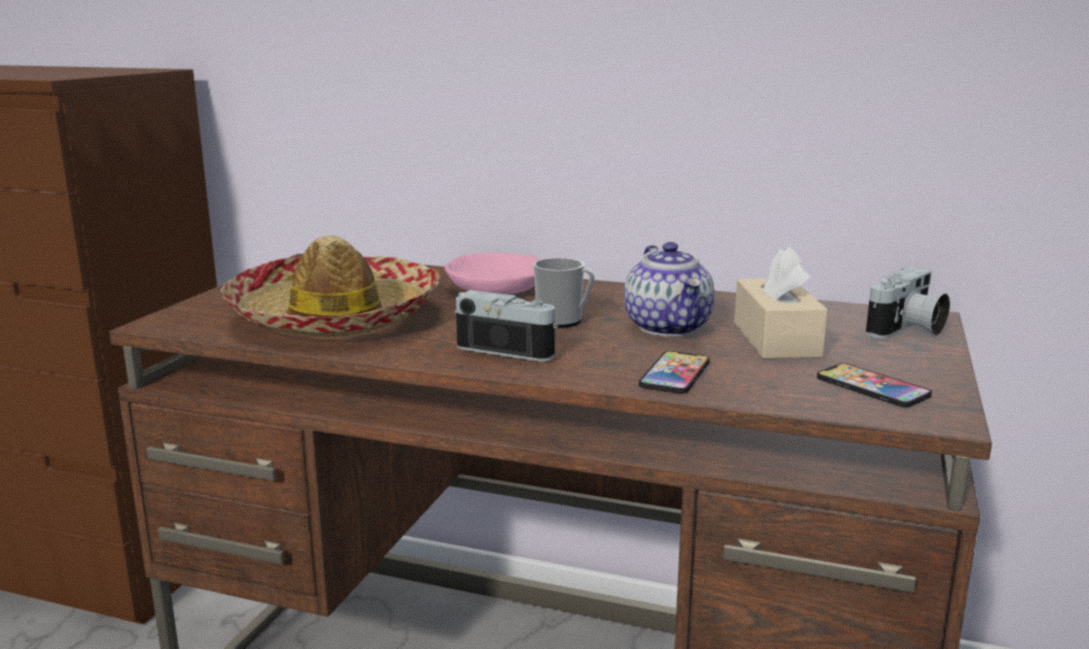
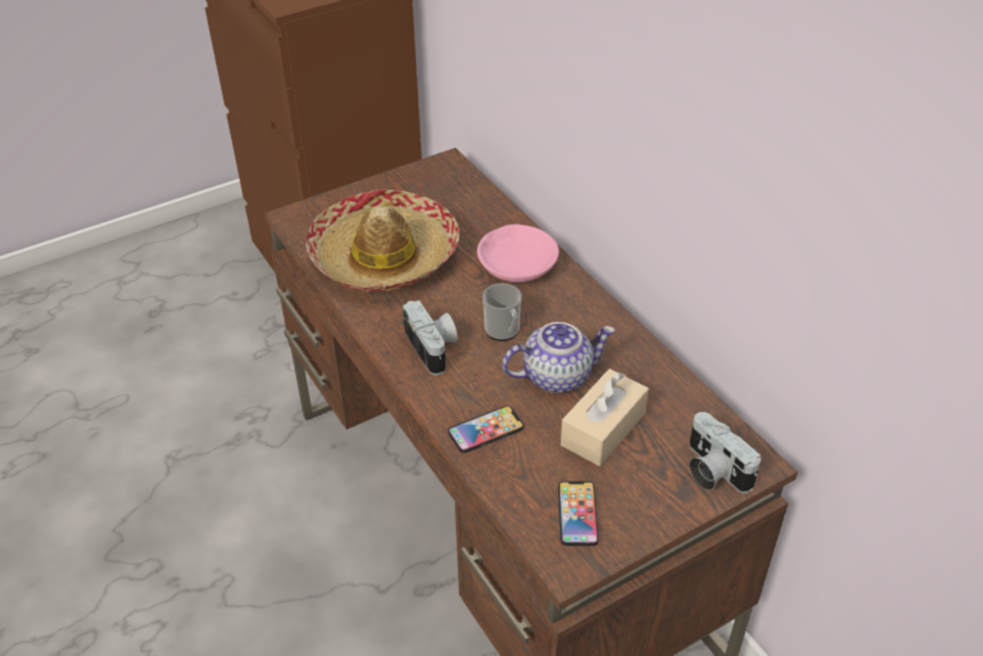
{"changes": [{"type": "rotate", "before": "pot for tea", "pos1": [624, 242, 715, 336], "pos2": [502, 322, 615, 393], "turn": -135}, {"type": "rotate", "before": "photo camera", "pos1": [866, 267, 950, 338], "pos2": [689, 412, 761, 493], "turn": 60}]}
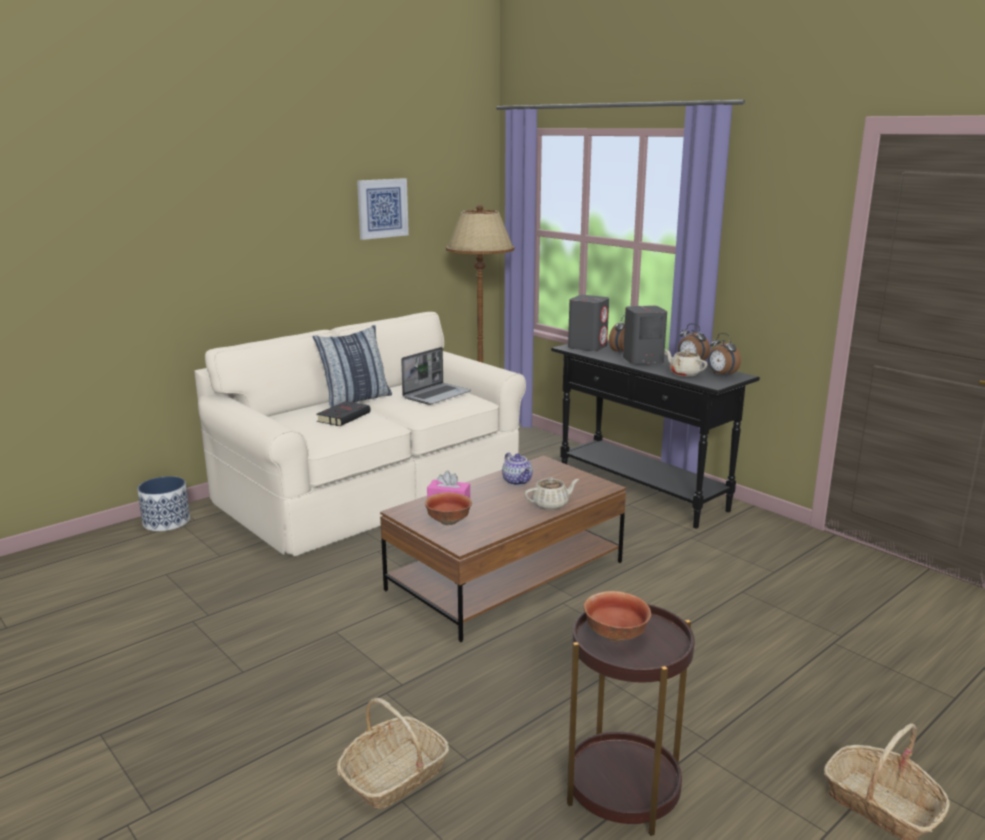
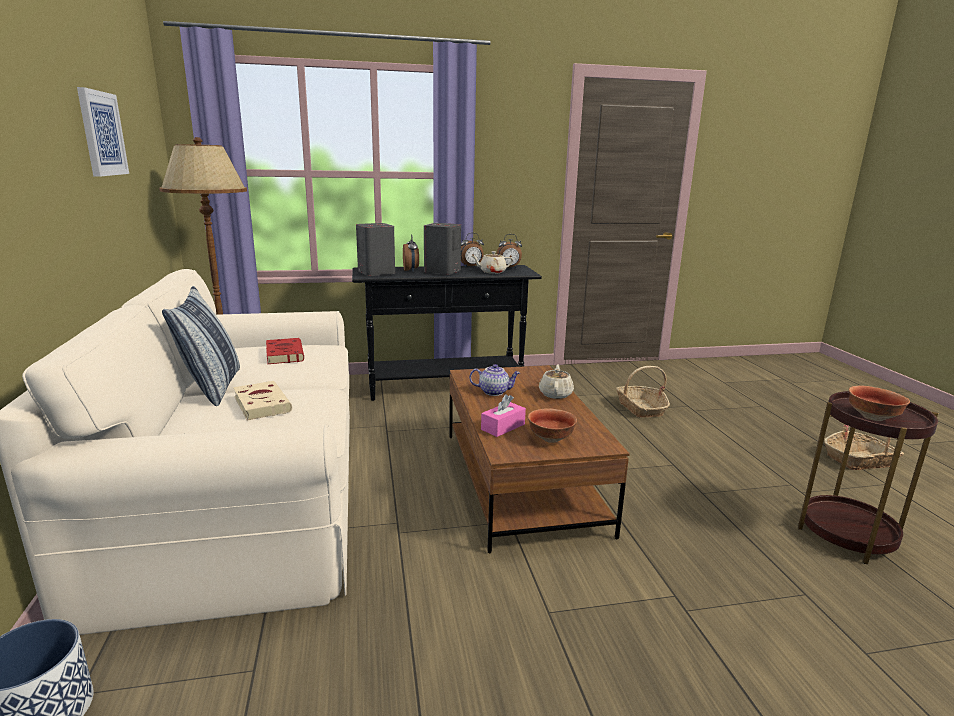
{"changes": [{"type": "recolor", "before": "bound book (blackish)", "after": "bound book (beige)", "pos1": [316, 401, 371, 426], "pos2": [233, 381, 292, 421]}, {"type": "move", "before": "basket", "pos1": [337, 698, 449, 809], "pos2": [616, 366, 670, 418]}, {"type": "replace", "before": "notebook computer", "after": "bound book (red)", "pos1": [401, 347, 471, 405], "pos2": [266, 338, 304, 364]}]}
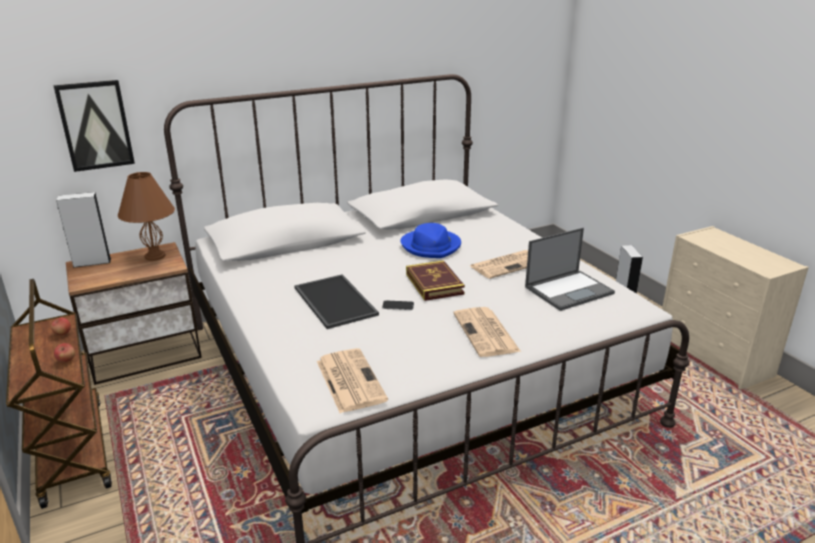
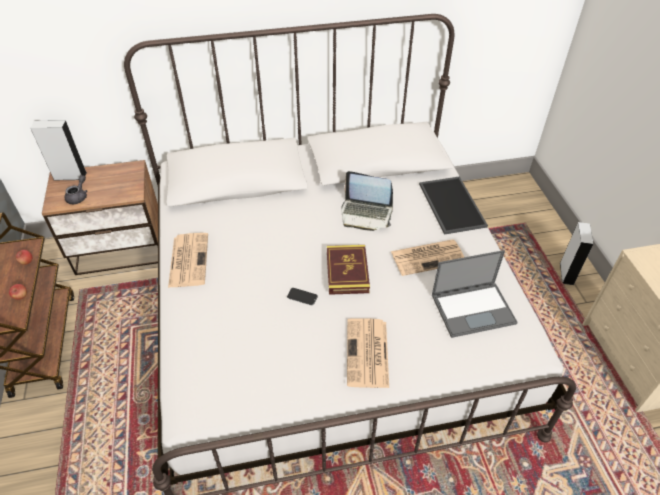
{"changes": [{"type": "delete", "before": "wall art", "pos1": [53, 80, 135, 172]}, {"type": "delete", "before": "table lamp (brownish)", "pos1": [118, 172, 175, 261]}, {"type": "move", "before": "tray", "pos1": [294, 274, 379, 329], "pos2": [419, 176, 488, 235]}, {"type": "move", "before": "newspaper", "pos1": [317, 348, 388, 413], "pos2": [168, 233, 208, 288]}, {"type": "replace", "before": "hat (bluish)", "after": "notebook computer", "pos1": [401, 223, 461, 258], "pos2": [341, 171, 393, 231]}, {"type": "insert", "after": "pot for tea (gray)", "pos2": [65, 175, 87, 204]}]}
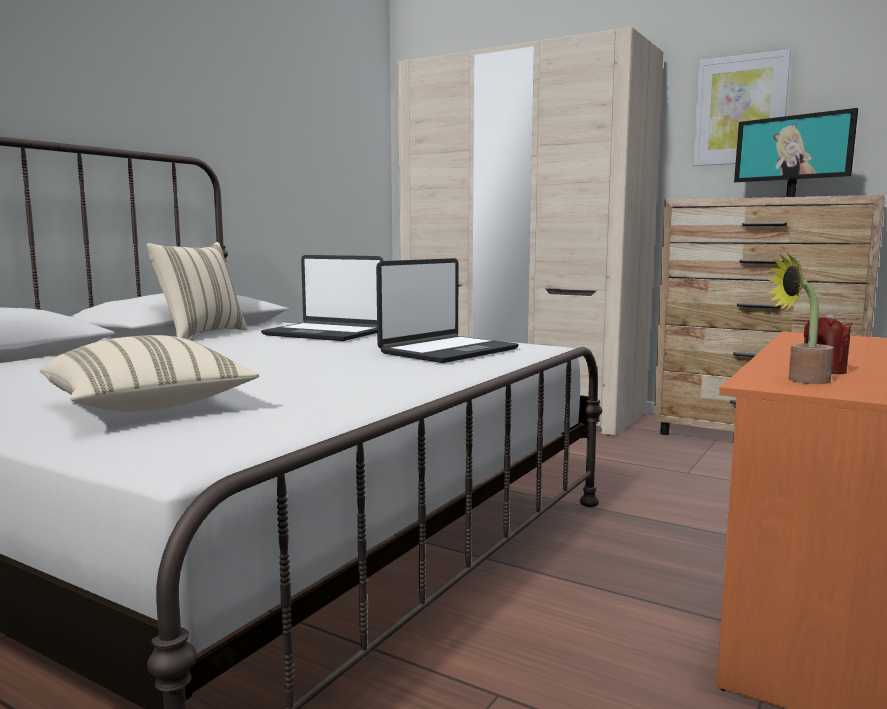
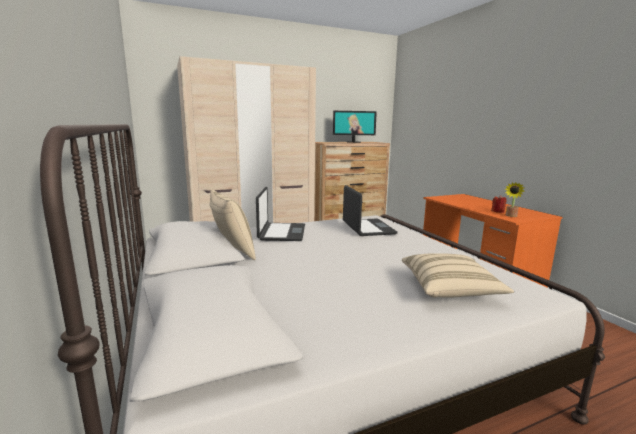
{"changes": [{"type": "rotate", "before": "notebook computer", "pos1": [261, 255, 383, 341], "pos2": [256, 187, 305, 241], "turn": -60}, {"type": "delete", "before": "wall art", "pos1": [693, 50, 791, 166]}]}
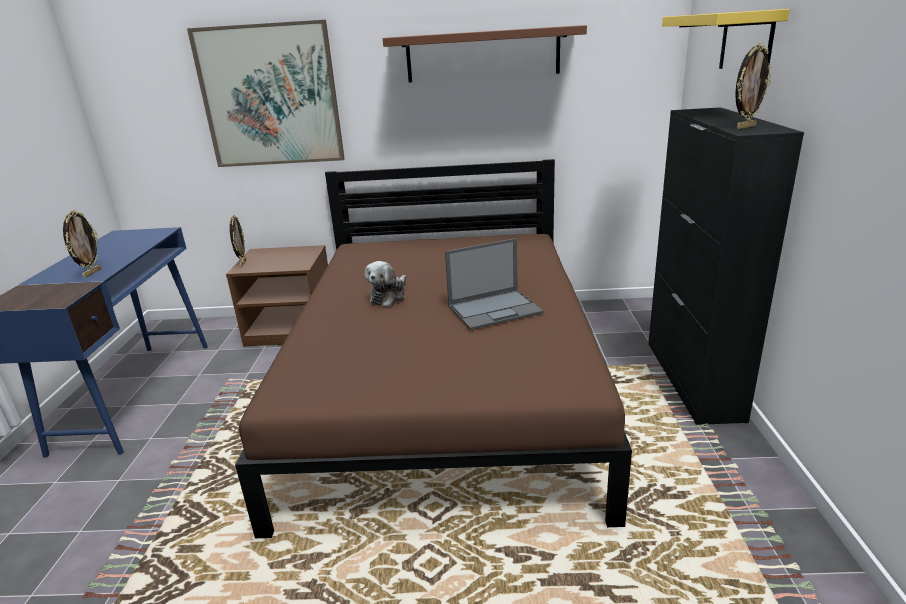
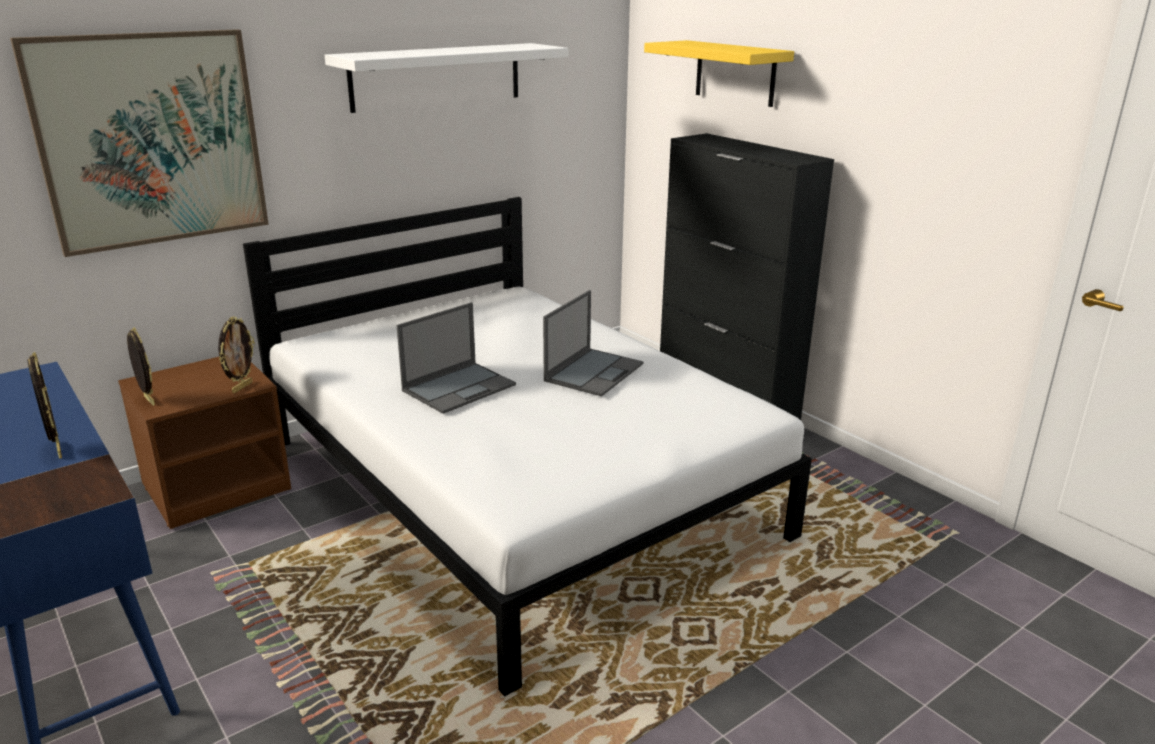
{"changes": [{"type": "recolor", "before": "bedroom bed (brownish)", "after": "bedroom bed (whitish)", "pos1": [235, 159, 632, 538], "pos2": [243, 197, 812, 696]}, {"type": "replace", "before": "plush toy", "after": "notebook computer", "pos1": [365, 261, 406, 307], "pos2": [396, 302, 516, 414]}, {"type": "recolor", "before": "bracket shelf (brownish)", "after": "bracket shelf (whitish)", "pos1": [383, 25, 587, 82], "pos2": [324, 43, 568, 113]}, {"type": "move", "before": "picture frame", "pos1": [735, 42, 771, 129], "pos2": [218, 316, 255, 393]}]}
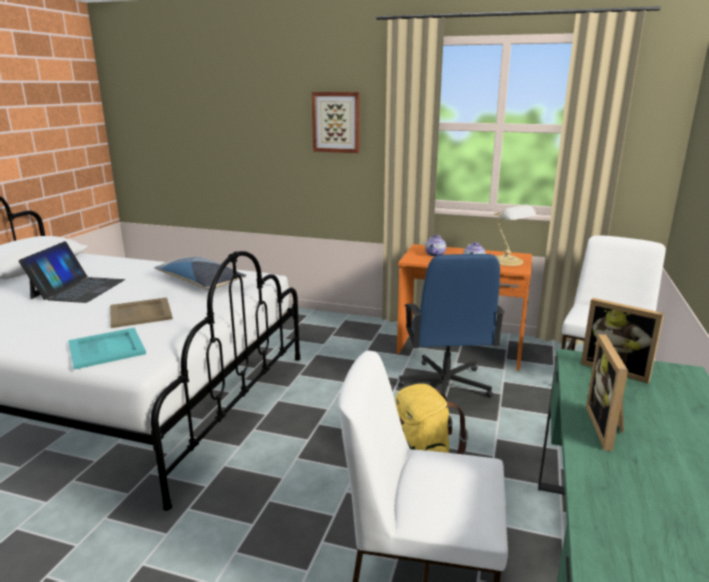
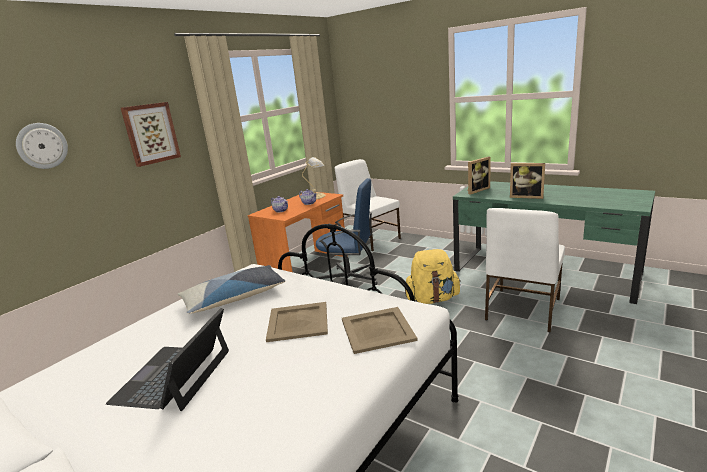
{"changes": [{"type": "rotate", "before": "notebook computer", "pos1": [19, 241, 125, 303], "pos2": [106, 308, 229, 411], "turn": -105}, {"type": "recolor", "before": "tray (blue-green)", "after": "tray (beige)", "pos1": [68, 328, 146, 370], "pos2": [342, 307, 418, 354]}, {"type": "insert", "after": "wall clock", "pos2": [16, 123, 68, 169]}]}
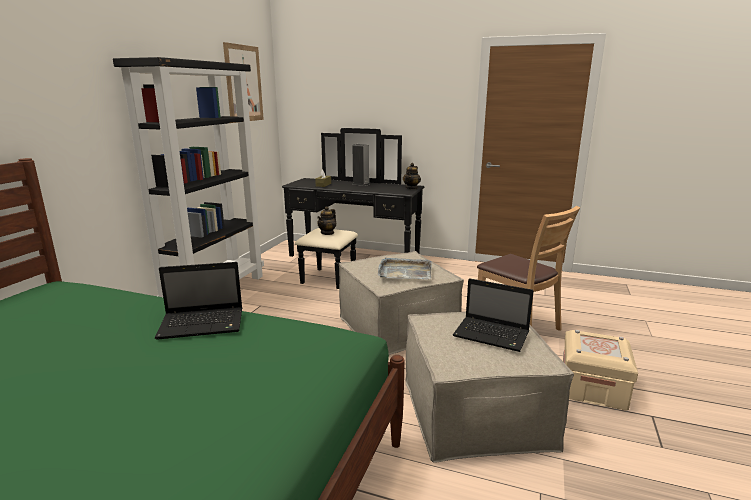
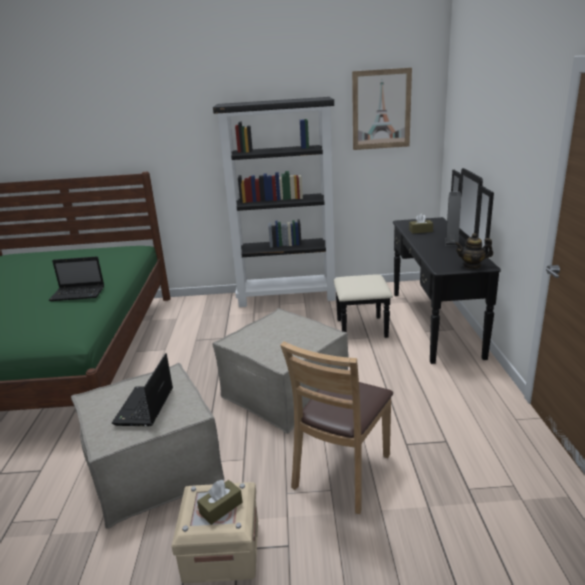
{"changes": [{"type": "rotate", "before": "notebook computer", "pos1": [155, 262, 243, 340], "pos2": [49, 256, 104, 301], "turn": -60}, {"type": "delete", "before": "pot for tea", "pos1": [317, 206, 336, 235]}, {"type": "delete", "before": "tray (gray)", "pos1": [378, 257, 432, 280]}, {"type": "insert", "after": "tissue holder (brownish)", "pos2": [197, 480, 243, 525]}]}
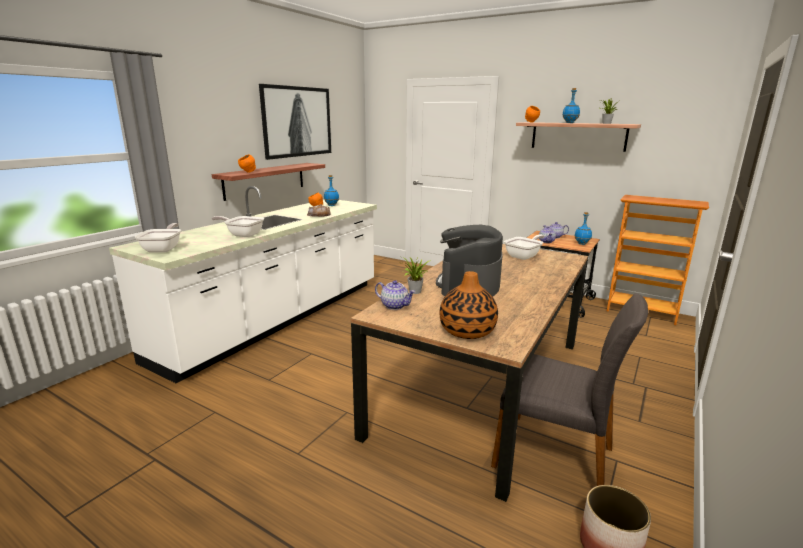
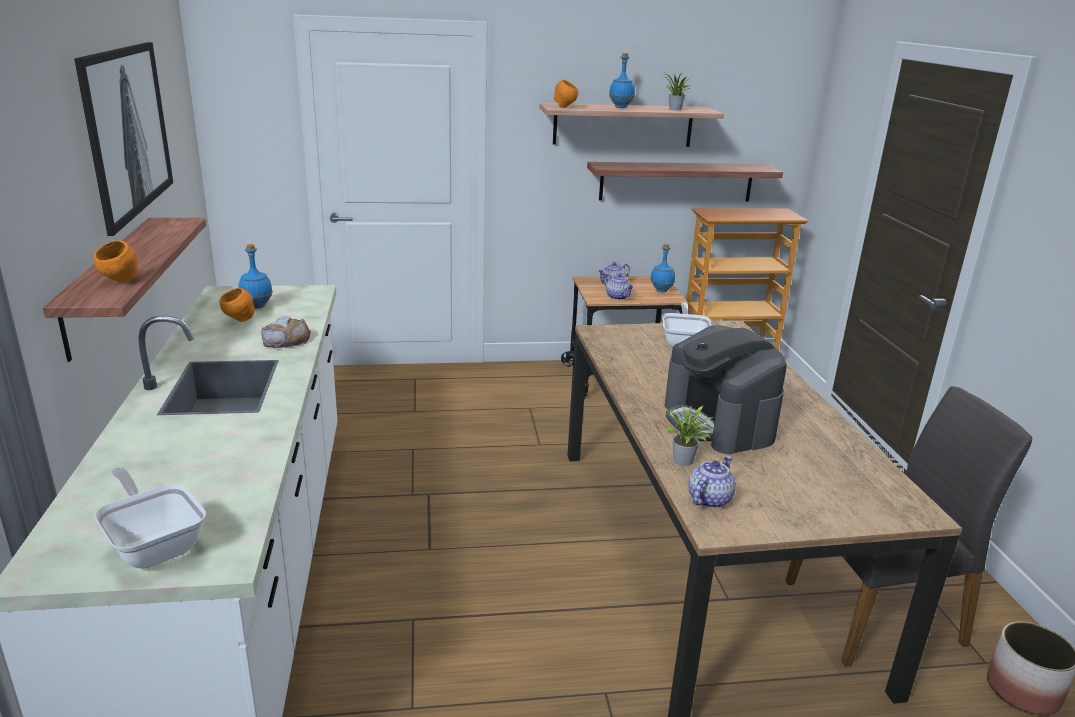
{"changes": [{"type": "delete", "before": "skillet", "pos1": [212, 216, 264, 237]}, {"type": "rotate", "before": "pot for tea", "pos1": [375, 280, 415, 310], "pos2": [688, 456, 736, 508], "turn": -45}, {"type": "delete", "before": "vase", "pos1": [439, 271, 498, 339]}, {"type": "insert", "after": "bracket shelf", "pos2": [587, 162, 783, 201]}]}
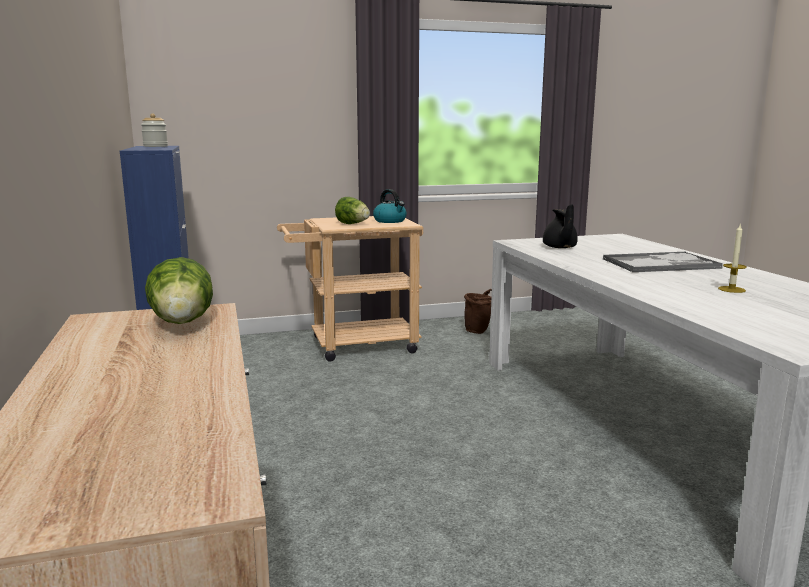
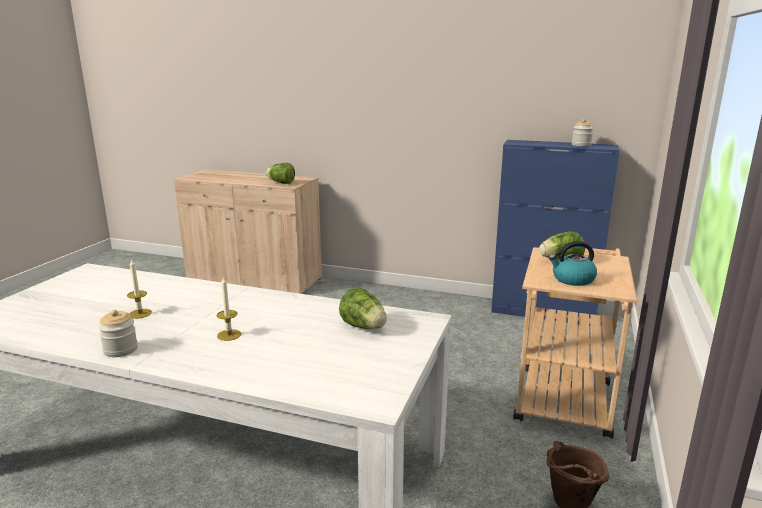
{"changes": [{"type": "replace", "before": "pot for tea (blackish)", "after": "head of lettuce", "pos1": [543, 204, 578, 248], "pos2": [339, 288, 387, 329]}, {"type": "replace", "before": "tray", "after": "candle", "pos1": [603, 252, 723, 273], "pos2": [217, 277, 241, 341]}, {"type": "insert", "after": "storage jar", "pos2": [98, 310, 138, 357]}]}
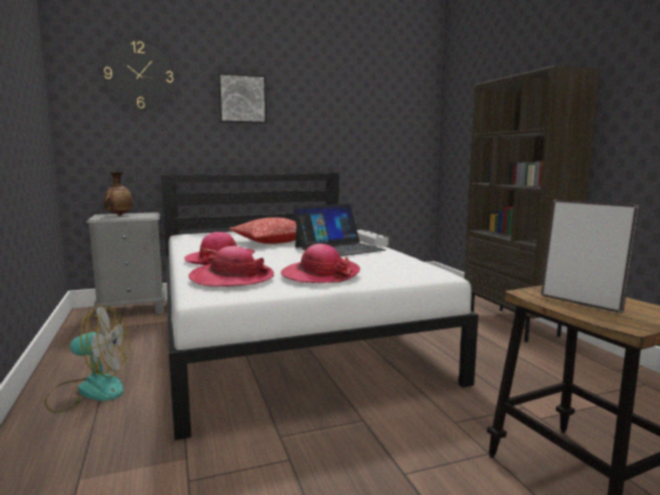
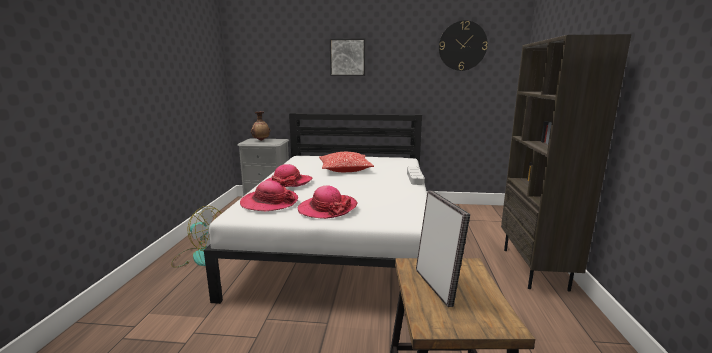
{"changes": [{"type": "move", "before": "wall clock", "pos1": [104, 41, 174, 109], "pos2": [439, 20, 488, 71]}, {"type": "delete", "before": "notebook computer", "pos1": [293, 203, 386, 256]}]}
